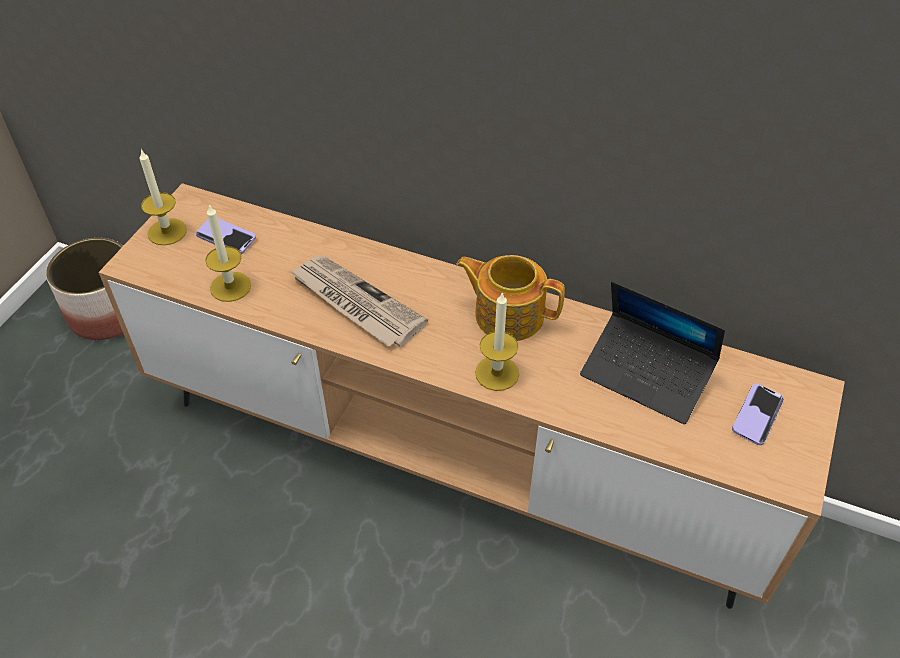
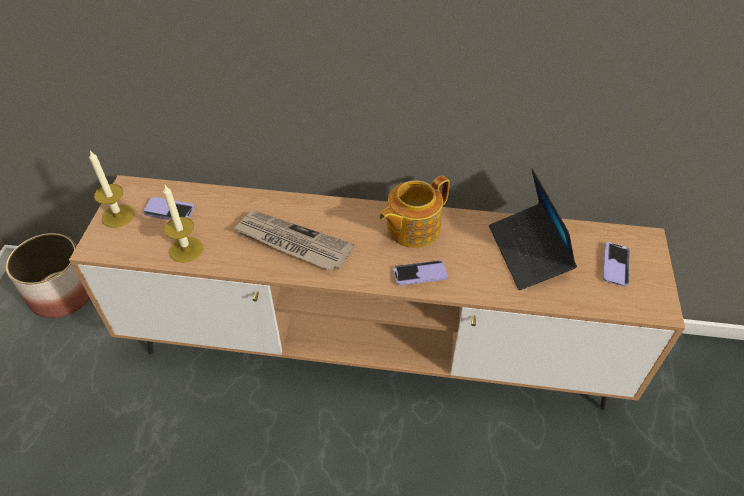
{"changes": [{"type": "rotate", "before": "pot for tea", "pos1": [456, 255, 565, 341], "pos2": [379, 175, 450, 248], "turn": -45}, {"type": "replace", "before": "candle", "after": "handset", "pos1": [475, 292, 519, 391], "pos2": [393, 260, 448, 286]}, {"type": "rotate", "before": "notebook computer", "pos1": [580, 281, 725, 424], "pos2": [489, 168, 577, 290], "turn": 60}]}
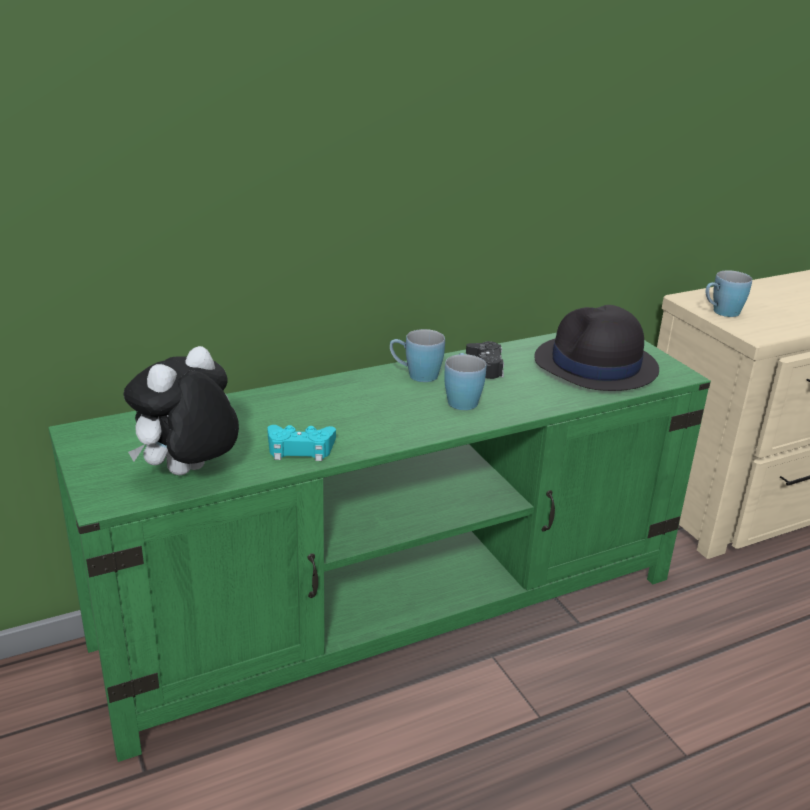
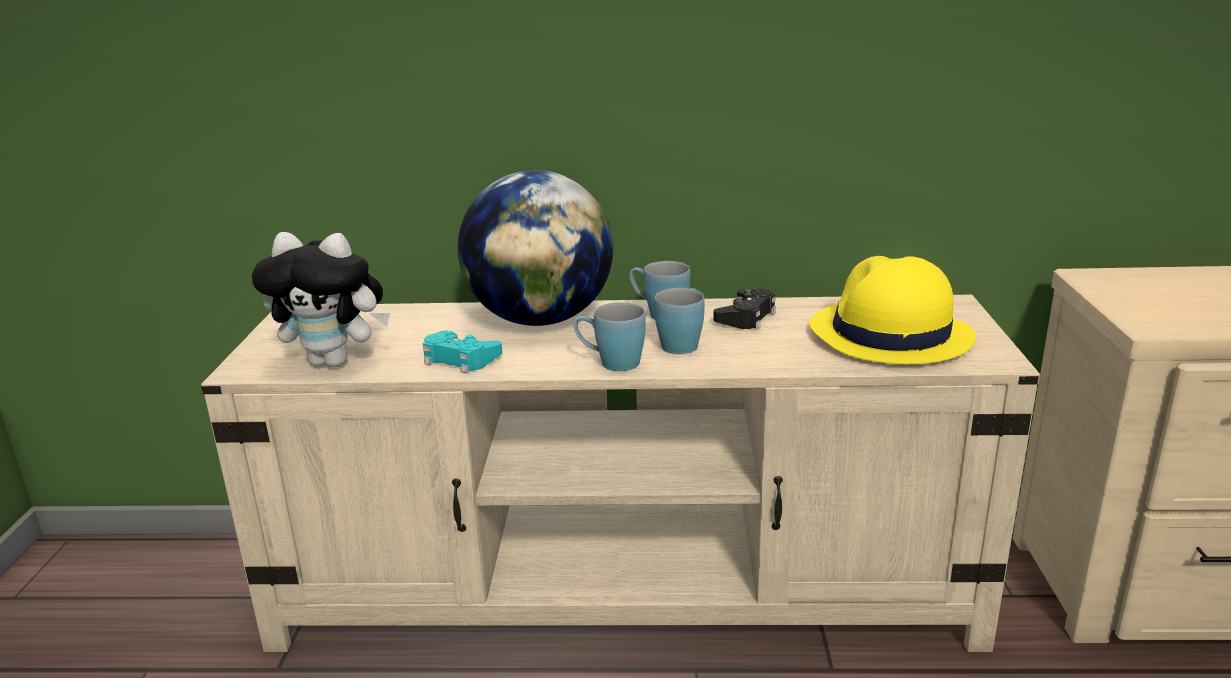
{"changes": [{"type": "recolor", "before": "tv stand (green-coloured)", "after": "tv stand (beige)", "pos1": [48, 333, 711, 762], "pos2": [201, 295, 1040, 652]}, {"type": "rotate", "before": "plush toy", "pos1": [124, 346, 239, 475], "pos2": [252, 232, 390, 367], "turn": -150}, {"type": "recolor", "before": "hat (blackish)", "after": "hat (yellow-coloured)", "pos1": [534, 305, 659, 391], "pos2": [809, 256, 976, 364]}, {"type": "move", "before": "mug (bluish)", "pos1": [706, 270, 752, 317], "pos2": [573, 302, 646, 371]}, {"type": "insert", "after": "globe", "pos2": [458, 170, 613, 326]}]}
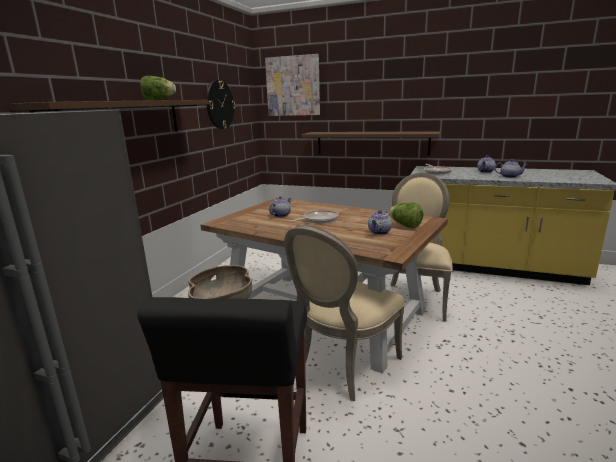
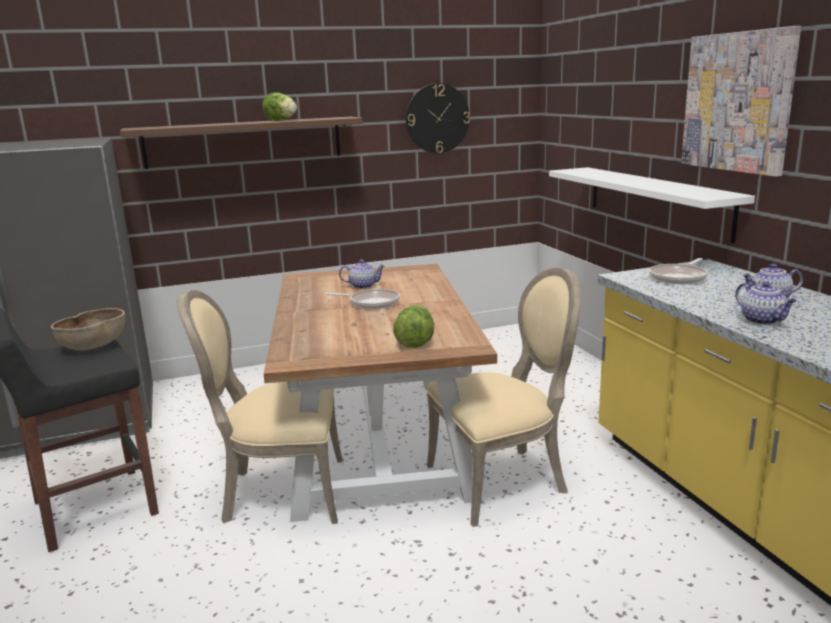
{"changes": [{"type": "move", "before": "wall art", "pos1": [265, 54, 320, 116], "pos2": [681, 26, 801, 177]}, {"type": "recolor", "before": "bracket shelf (brownish)", "after": "bracket shelf (whitish)", "pos1": [302, 131, 441, 156], "pos2": [549, 167, 755, 243]}, {"type": "delete", "before": "pot for tea", "pos1": [368, 210, 392, 235]}]}
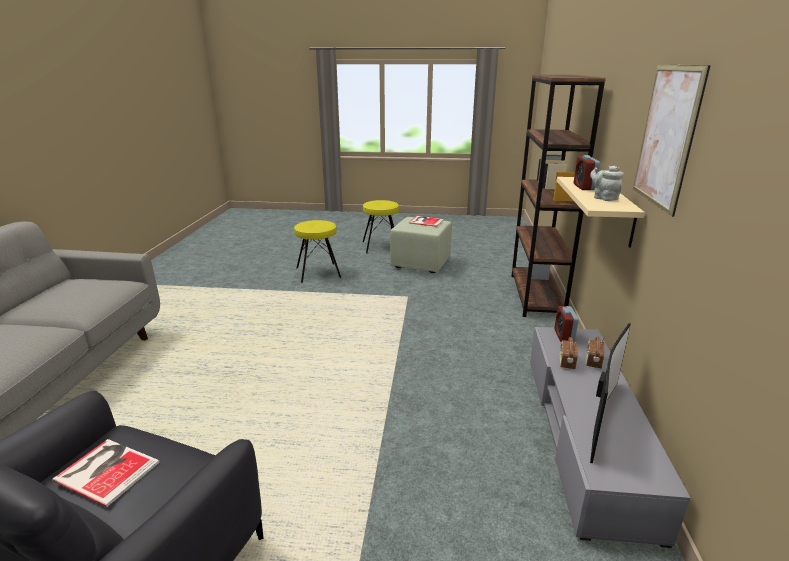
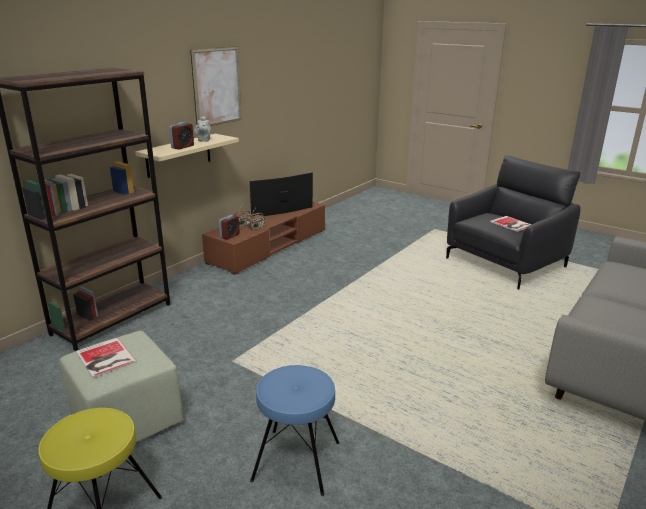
{"changes": [{"type": "recolor", "before": "sitting stool (yellow-coloured)", "after": "sitting stool (bluish)", "pos1": [294, 220, 341, 283], "pos2": [250, 365, 339, 496]}, {"type": "recolor", "before": "tv stand (gray)", "after": "tv stand (brownish)", "pos1": [530, 327, 691, 548], "pos2": [202, 202, 325, 275]}]}
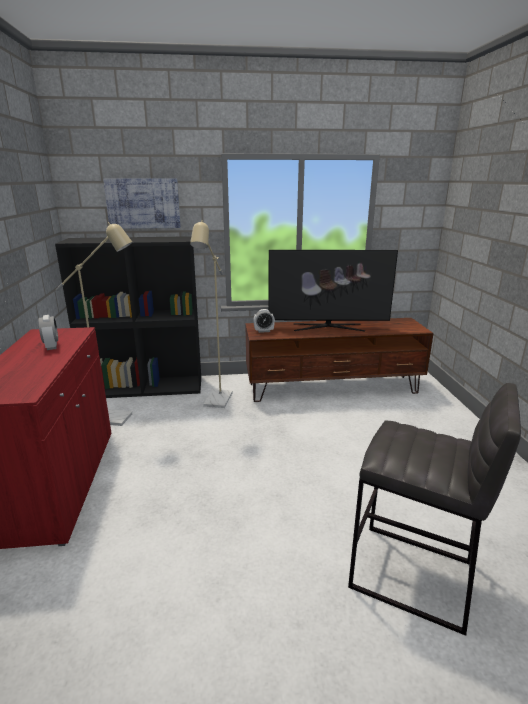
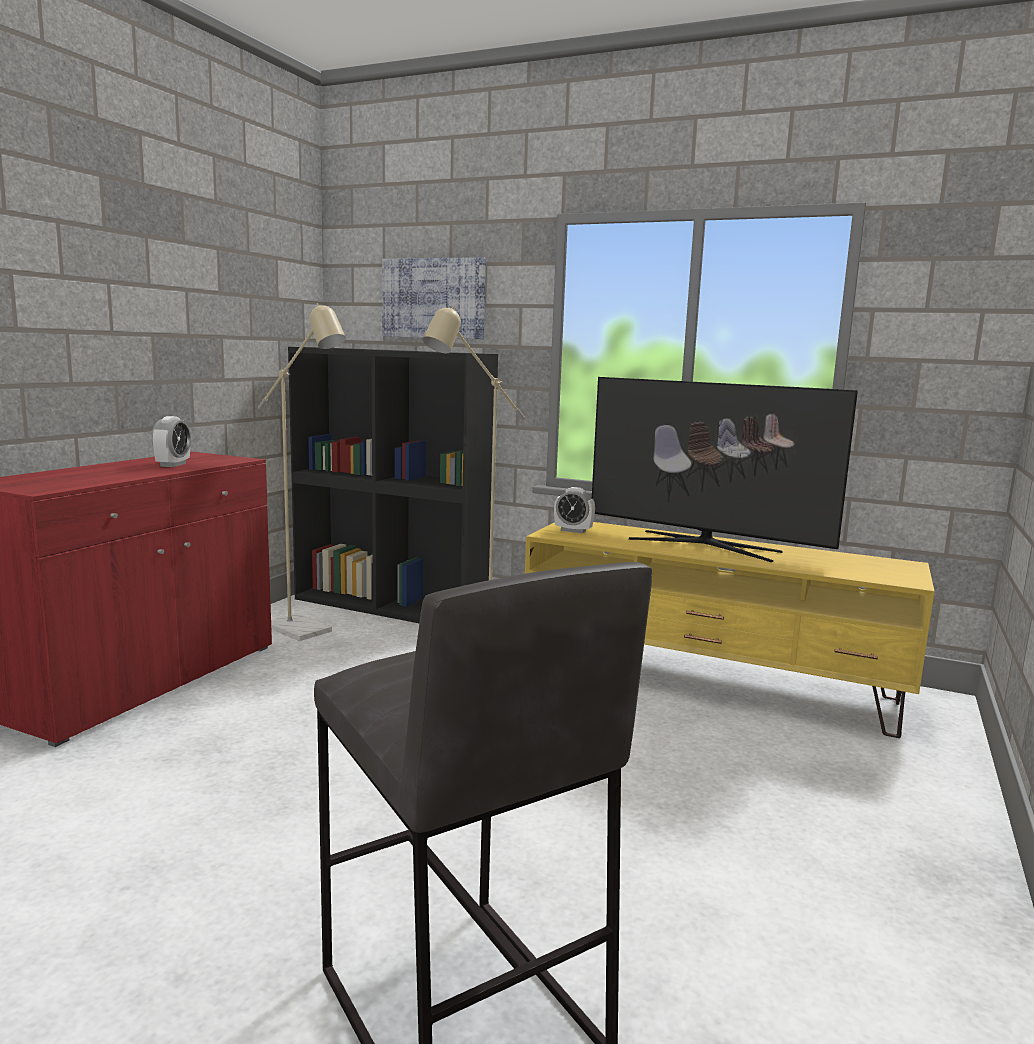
{"changes": [{"type": "recolor", "before": "tv stand (brownish)", "after": "tv stand (yellow-coloured)", "pos1": [245, 318, 434, 402], "pos2": [525, 522, 935, 738]}]}
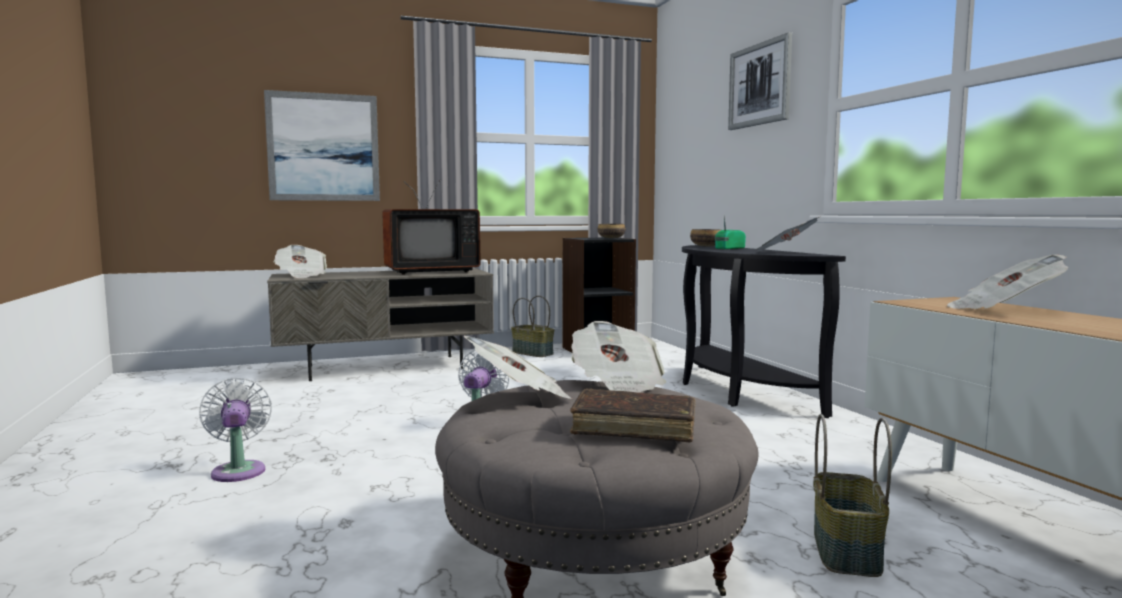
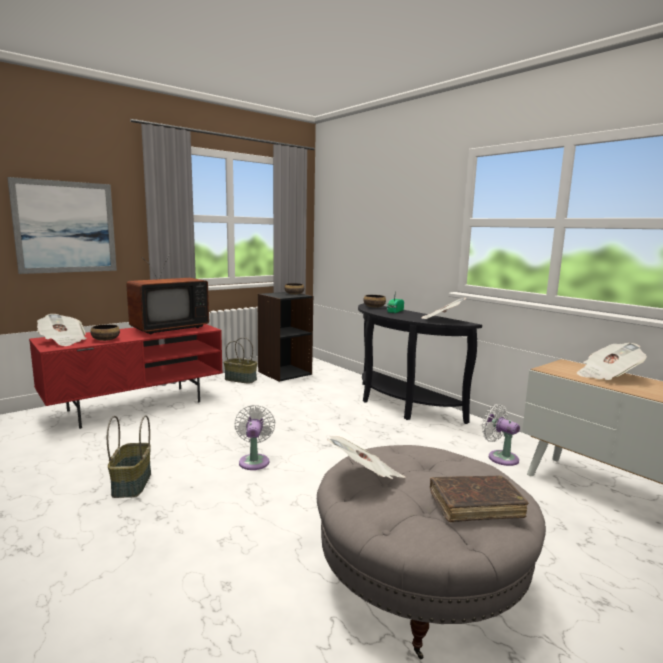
{"changes": [{"type": "move", "before": "electric fan (whitish)", "pos1": [199, 378, 272, 482], "pos2": [482, 404, 520, 466]}, {"type": "recolor", "before": "tv stand (gray)", "after": "tv stand (red)", "pos1": [267, 268, 494, 381], "pos2": [29, 324, 223, 429]}, {"type": "delete", "before": "newspaper", "pos1": [571, 321, 666, 393]}, {"type": "delete", "before": "wall art", "pos1": [728, 32, 792, 130]}, {"type": "move", "before": "basket", "pos1": [813, 414, 892, 577], "pos2": [107, 415, 151, 498]}, {"type": "insert", "after": "deep dish", "pos2": [90, 324, 120, 341]}]}
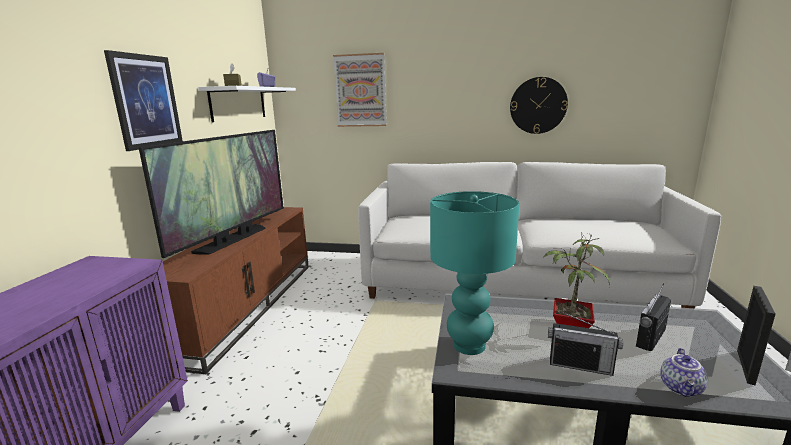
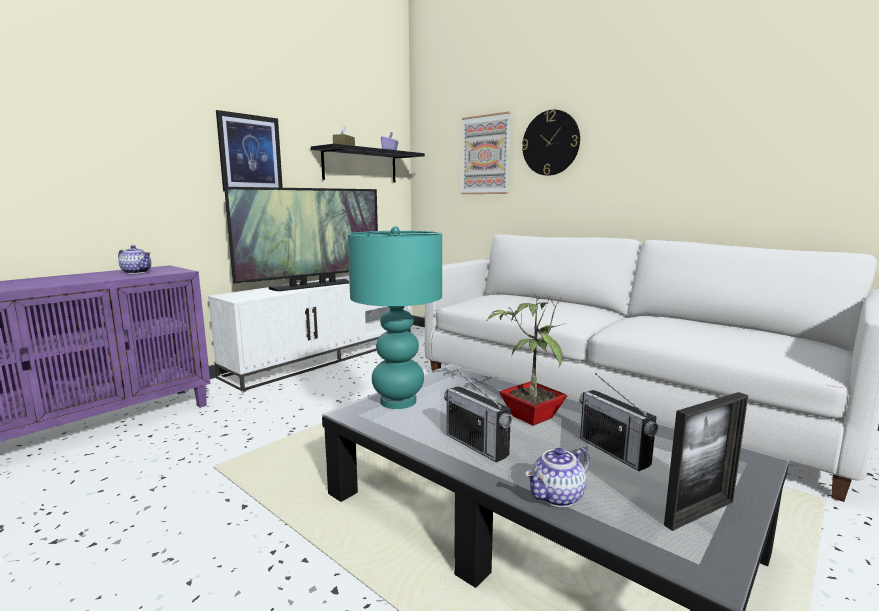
{"changes": [{"type": "recolor", "before": "tv stand (brownish)", "after": "tv stand (whitish)", "pos1": [163, 207, 309, 374], "pos2": [208, 276, 411, 391]}, {"type": "recolor", "before": "bracket shelf (whitish)", "after": "bracket shelf (blackish)", "pos1": [198, 86, 296, 122], "pos2": [311, 144, 425, 182]}, {"type": "move", "before": "wall clock", "pos1": [510, 77, 568, 134], "pos2": [522, 110, 580, 176]}, {"type": "rotate", "before": "radio set", "pos1": [636, 283, 671, 351], "pos2": [579, 373, 658, 471], "turn": -105}, {"type": "insert", "after": "pot for tea", "pos2": [118, 245, 151, 274]}]}
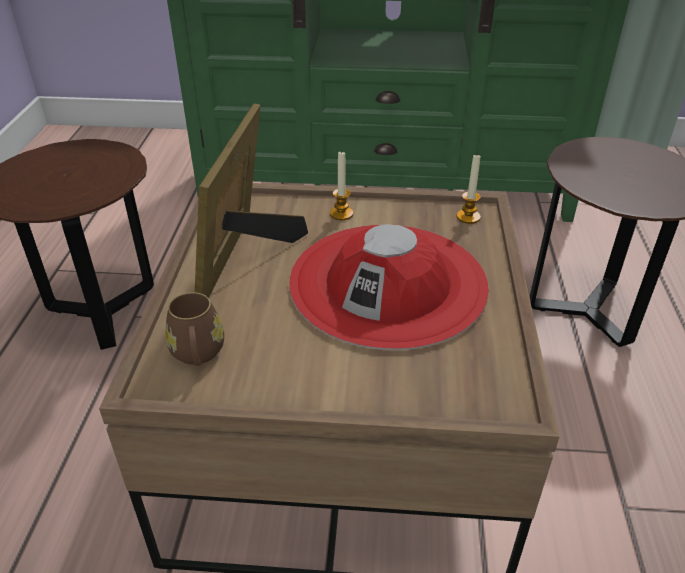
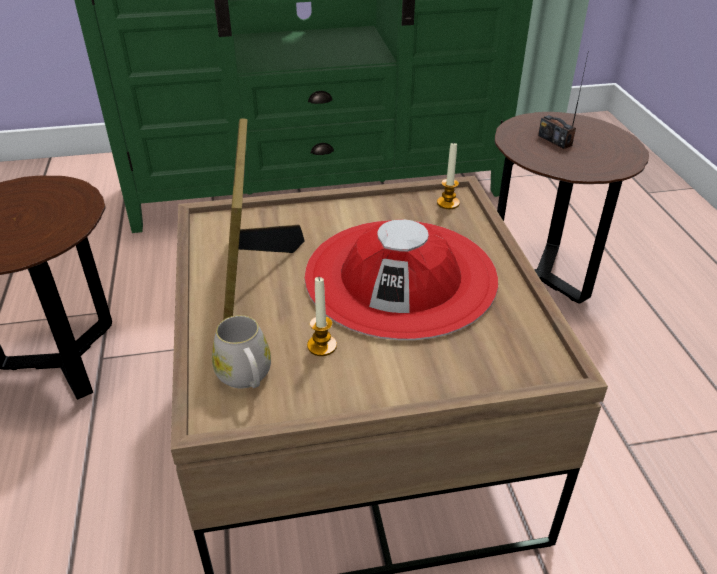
{"changes": [{"type": "recolor", "before": "mug (brownish)", "after": "mug (whitish)", "pos1": [165, 292, 224, 366], "pos2": [212, 315, 271, 388]}, {"type": "move", "before": "candle", "pos1": [330, 150, 353, 220], "pos2": [307, 277, 337, 356]}, {"type": "insert", "after": "radio set", "pos2": [538, 54, 588, 149]}]}
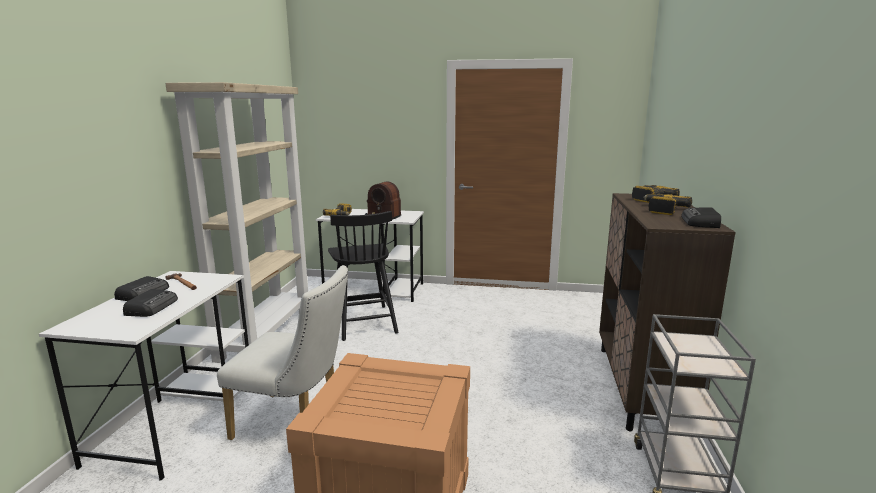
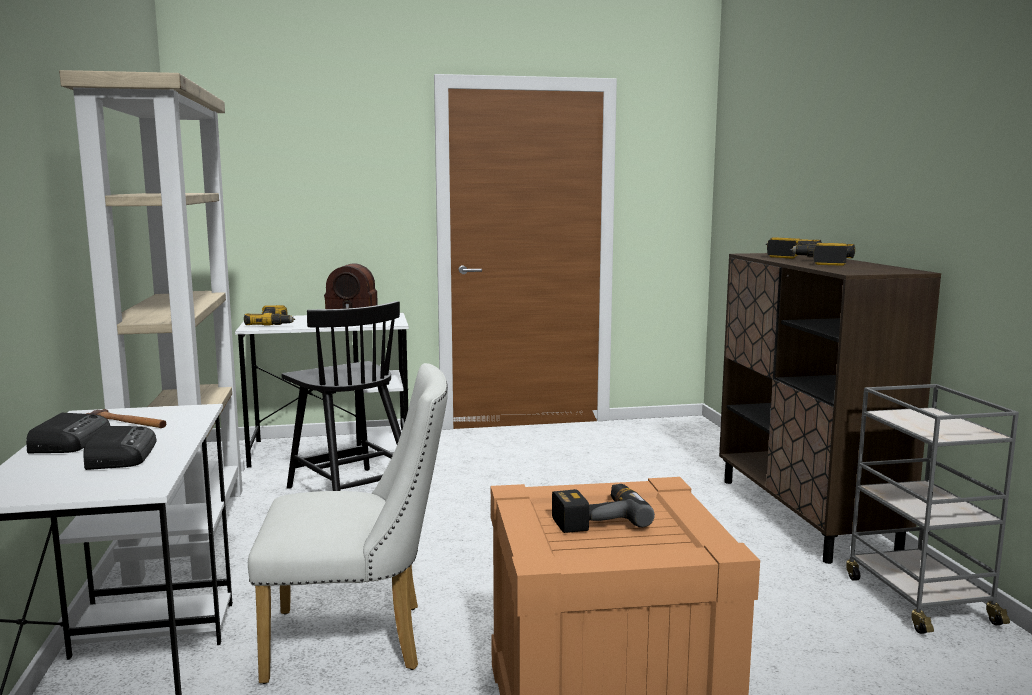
{"changes": [{"type": "delete", "before": "radio set", "pos1": [681, 207, 721, 228]}, {"type": "insert", "after": "power drill", "pos2": [552, 484, 655, 533]}]}
